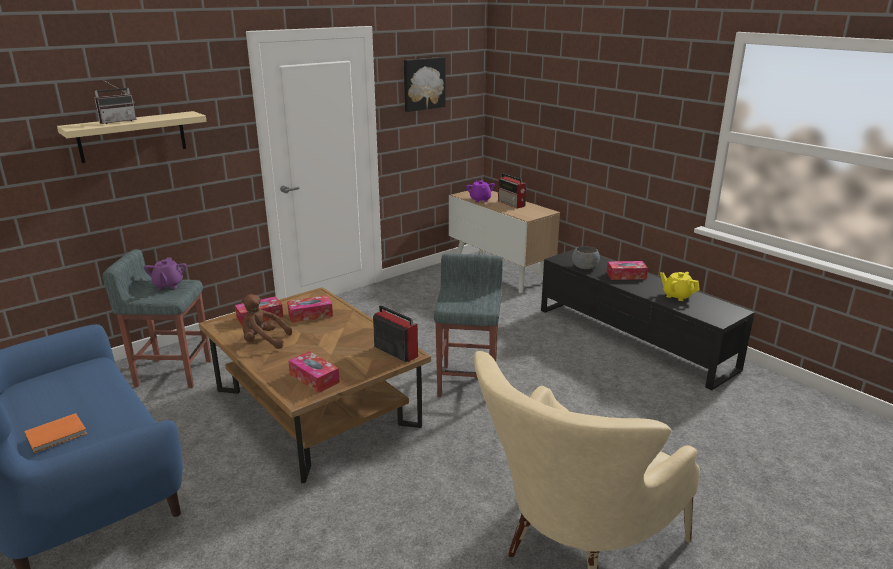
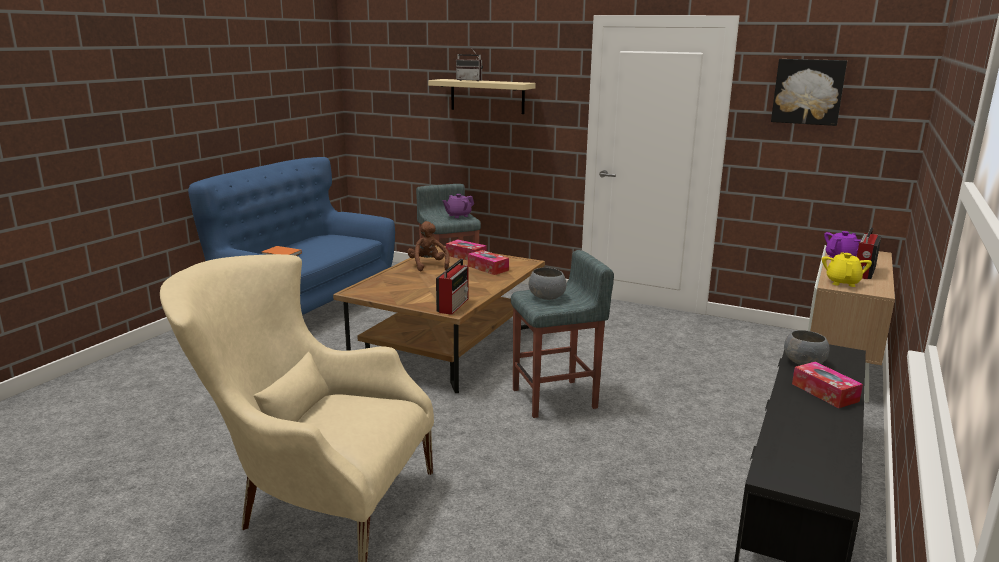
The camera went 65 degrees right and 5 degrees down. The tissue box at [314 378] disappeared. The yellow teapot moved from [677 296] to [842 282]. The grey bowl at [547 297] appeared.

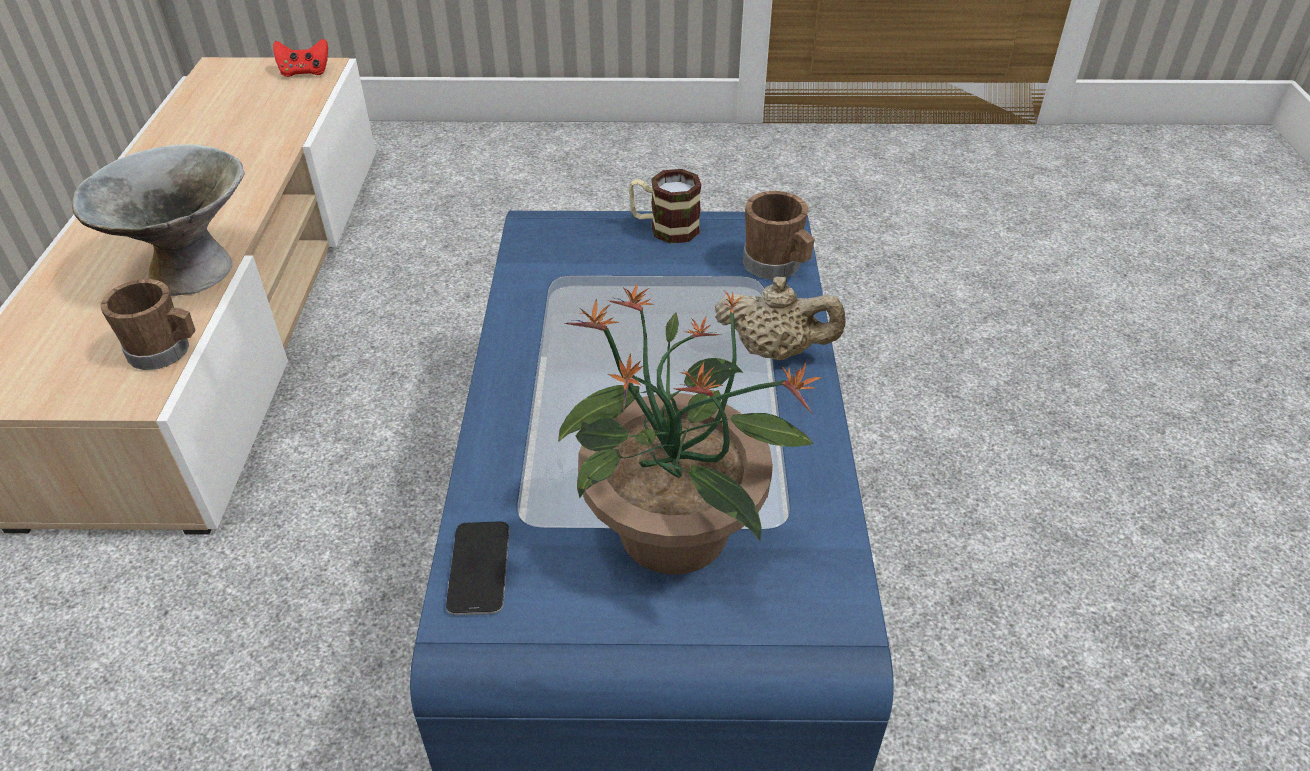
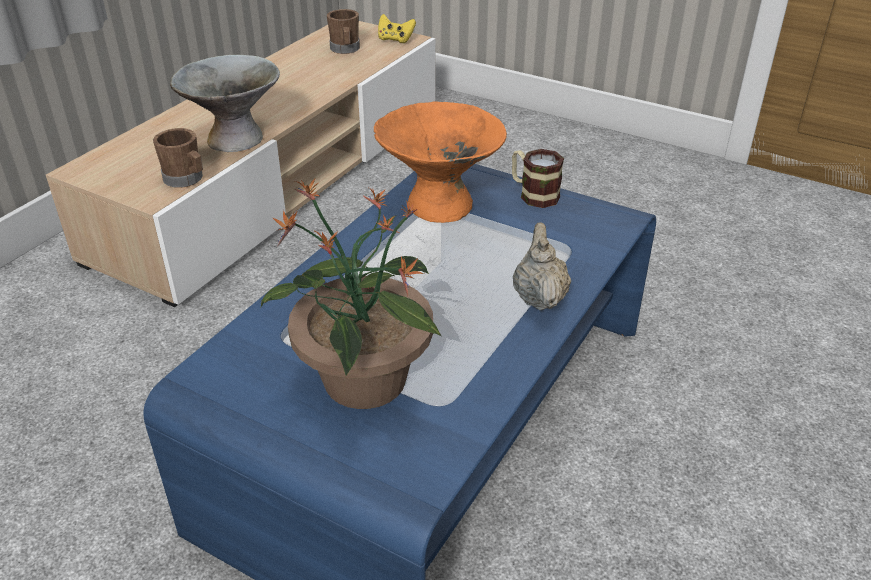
The camera went 30 degrees right and 5 degrees down. The red game controller at [305 72] became the yellow game controller at [395 39]. The phone at [479 569] disappeared. The beige teapot at [775 351] turned 135 degrees counterclockwise. The brown mug moved from [776 267] to [345 50]. The orange bowl at [439 205] appeared.

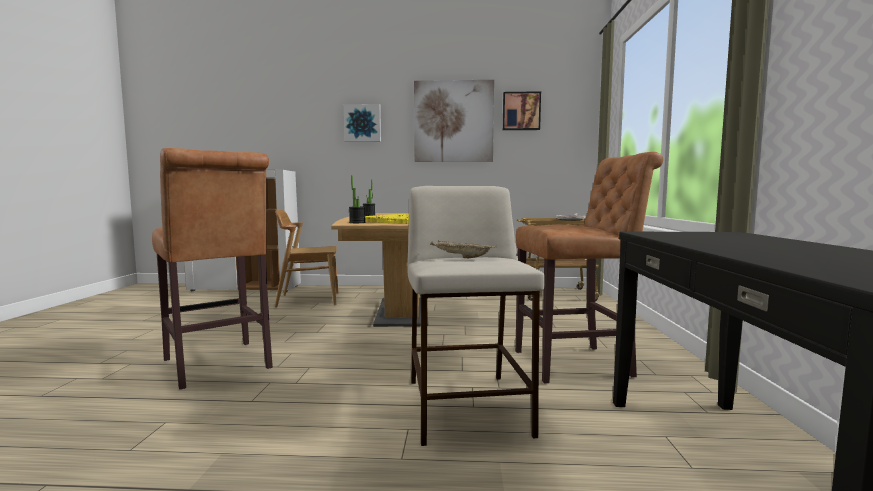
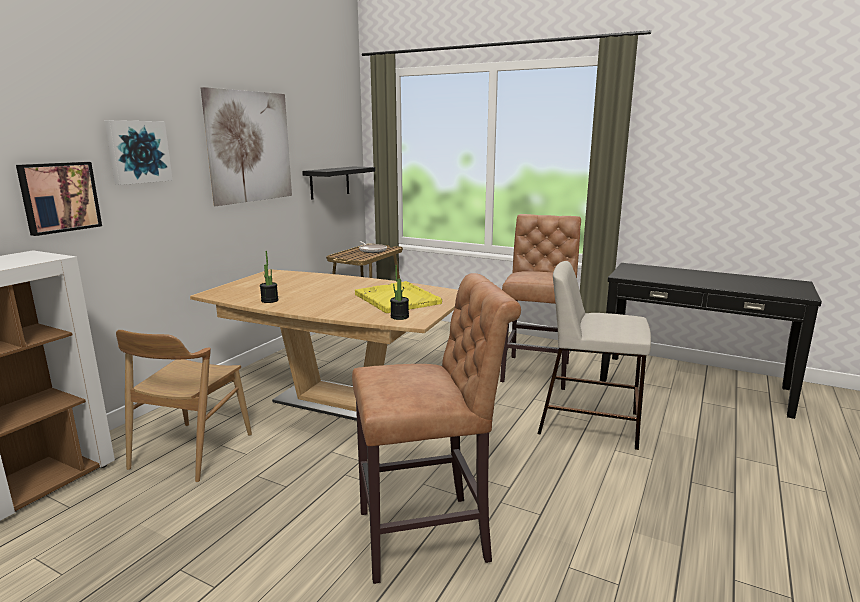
The camera went 65 degrees left and 10 degrees up. The beige tray at [461 257] disappeared. The picture moved from [521 111] to [59 197]. The black shelf at [329 182] appeared.

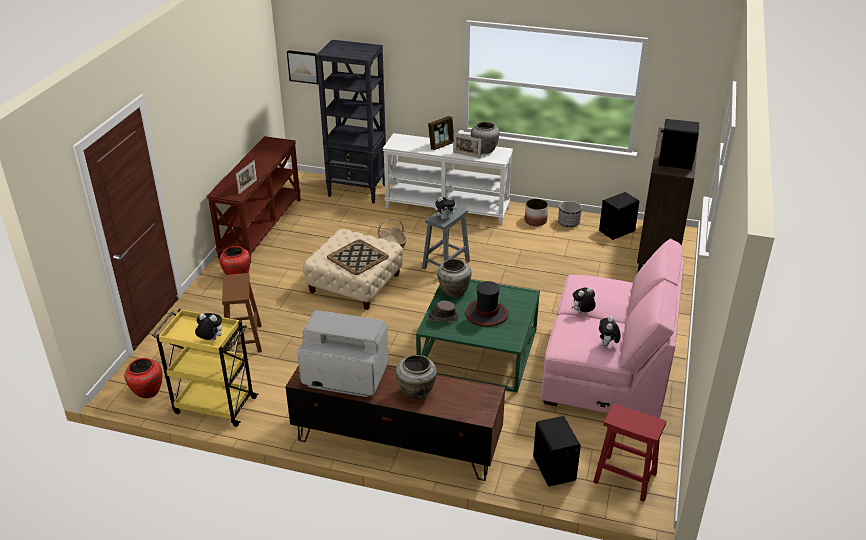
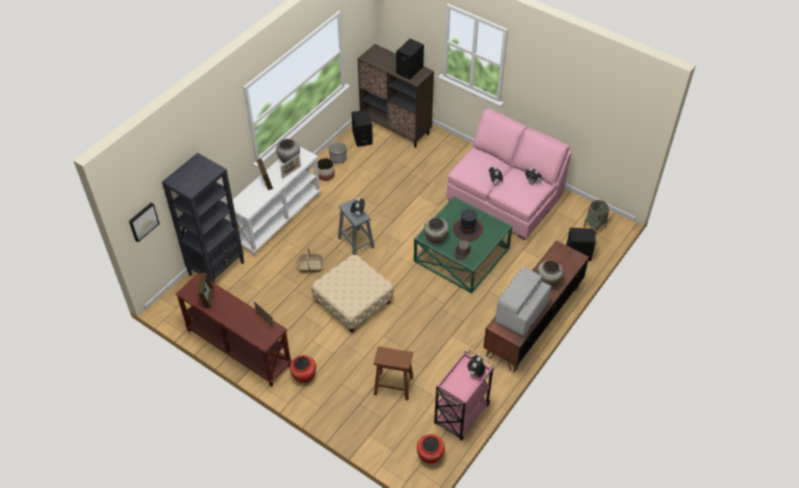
The camera went 70 degrees left and 15 degrees up. The yellow cart at [213 405] became the pink cart at [461 416]. The tray at [358 257] disappeared. The red stool at [626 478] was replaced by the basket at [594 226]. The picture frame at [208 298] appeared.

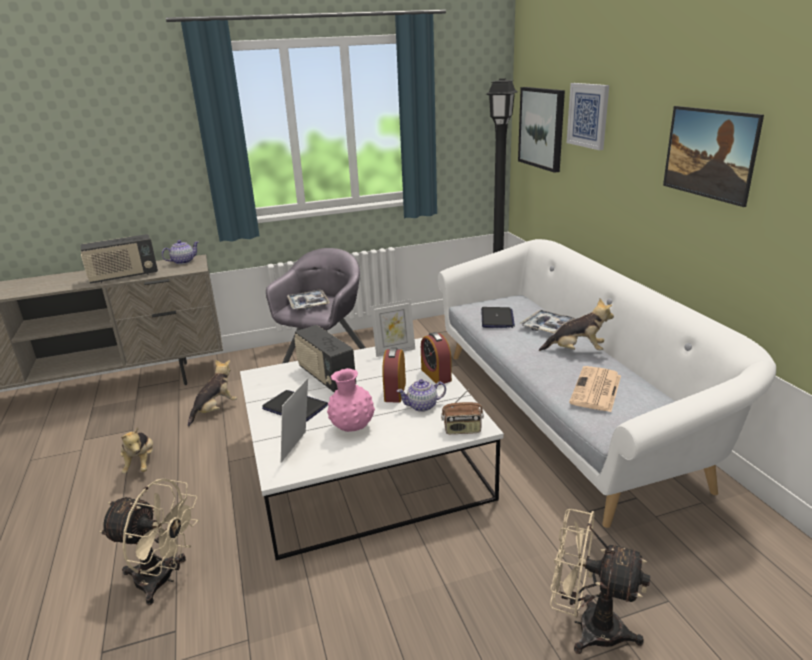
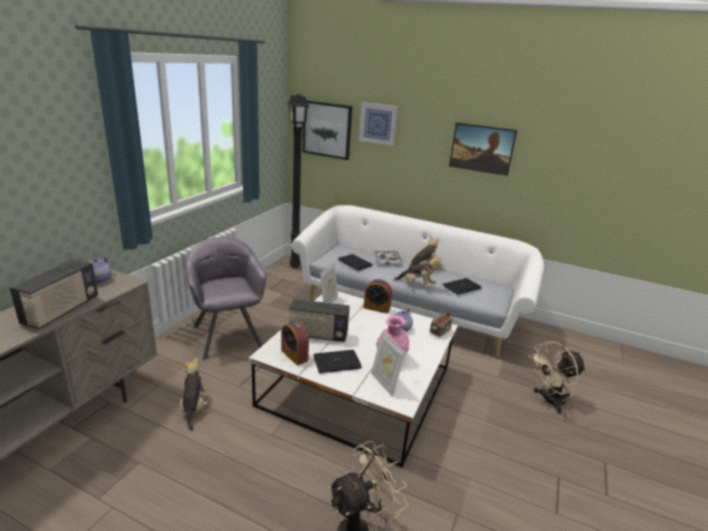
The camera went 50 degrees left and 0 degrees up. The plush toy moved from [141 464] to [417 285]. The tray at [308 304] disappeared. The alarm clock moved from [395 392] to [294 355]. The newspaper at [596 390] was replaced by the laptop at [461 287].

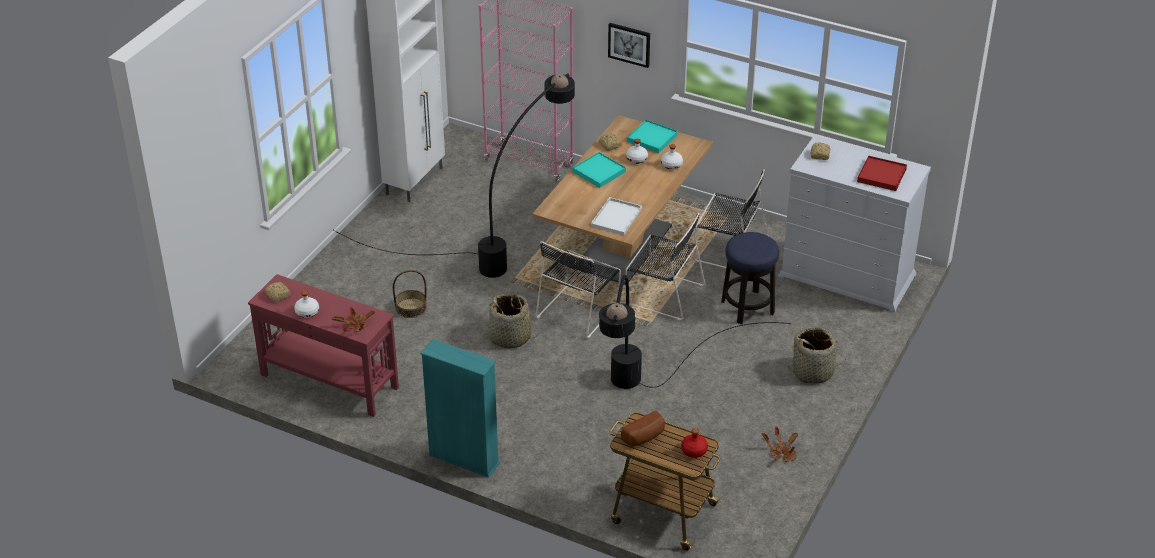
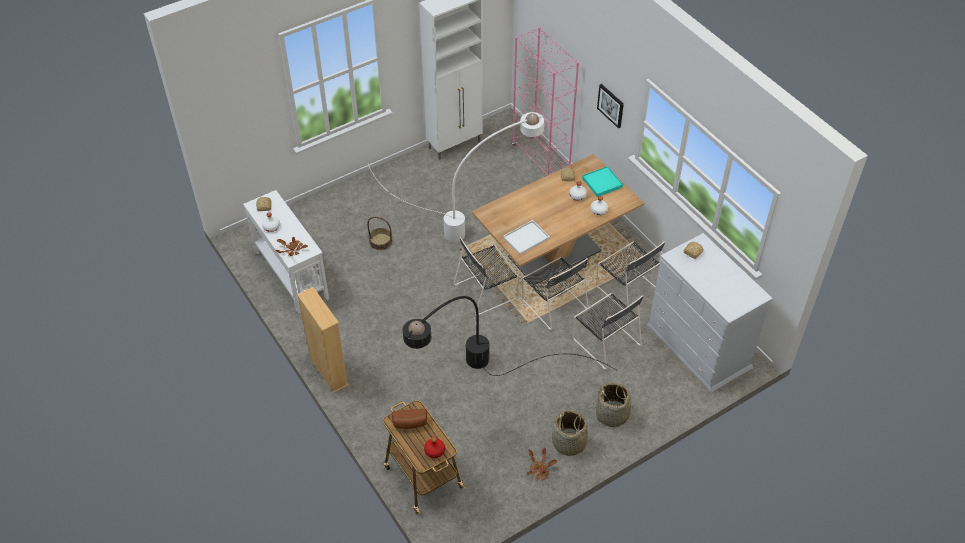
The camera went 30 degrees right and 10 degrees up. The red console table at [329 380] became the white console table at [291 274]. The black floor lamp at [502 246] became the white floor lamp at [474 219]. The turquoise bookcase at [463 459] became the beige bookcase at [328 371]. The basket moved from [511 337] to [569 443]. The turquoise tray at [599 172] disappeared. The stool at [747 307] was replaced by the black chair at [605 341]. The red tray at [881 175] disappeared.

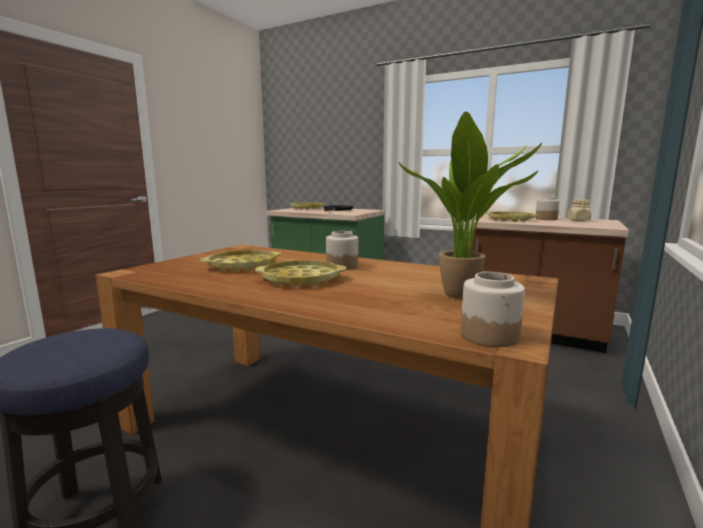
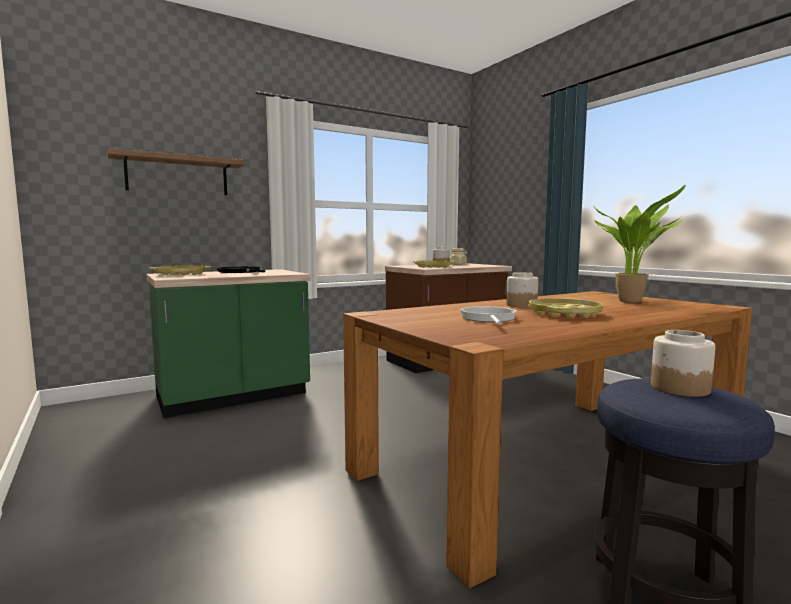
The camera went 60 degrees left and 5 degrees down. The yellow tray at [242 266] was replaced by the frying pan at [488 319]. The jar moved from [490 335] to [679 388]. The shelf at [177 175] appeared.

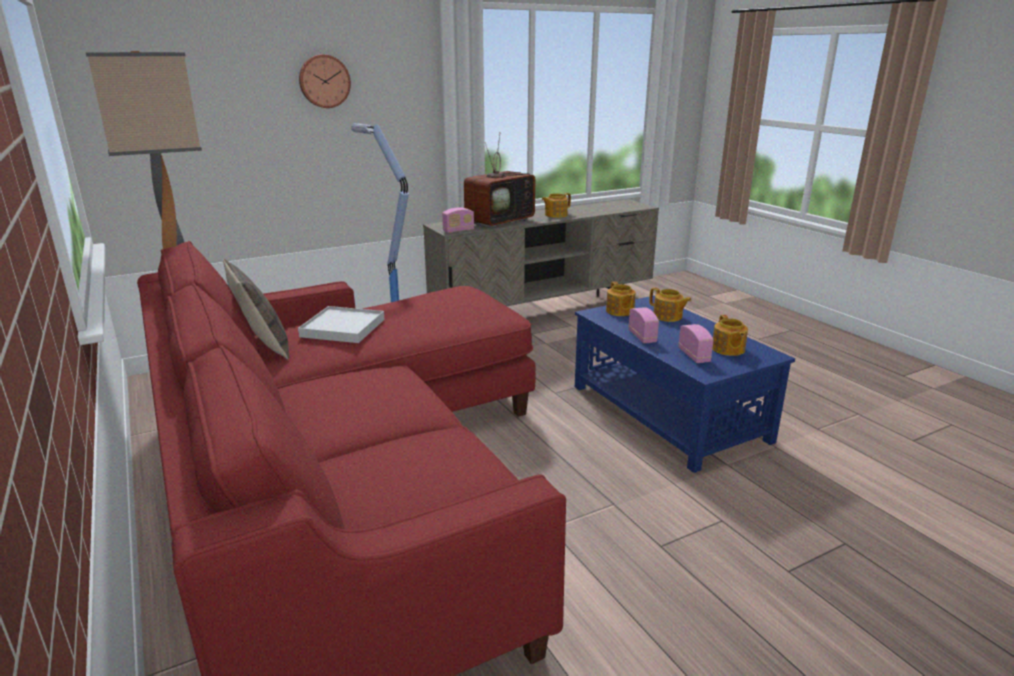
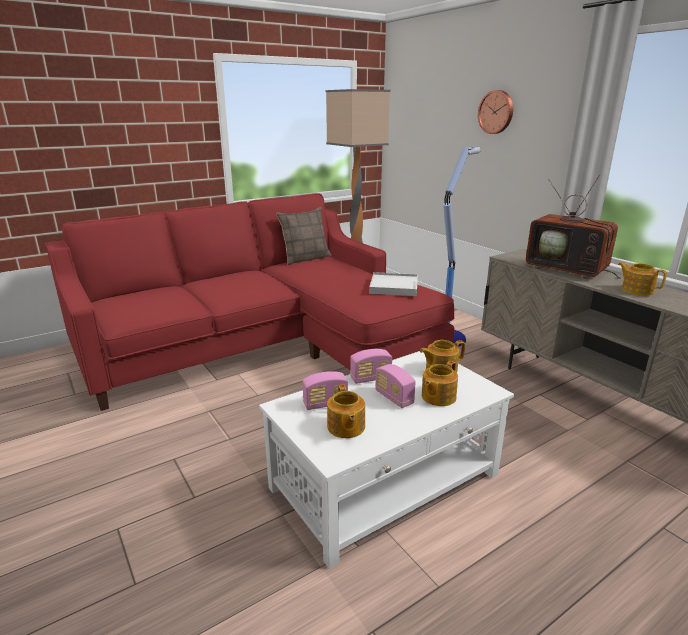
The camera went 85 degrees right and 0 degrees up. The white tray moved from [343 328] to [393 287]. The radio moved from [458 231] to [394 398]. The blue coffee table at [667 412] became the white coffee table at [386 481]. The teapot at [727 349] turned 90 degrees counterclockwise.

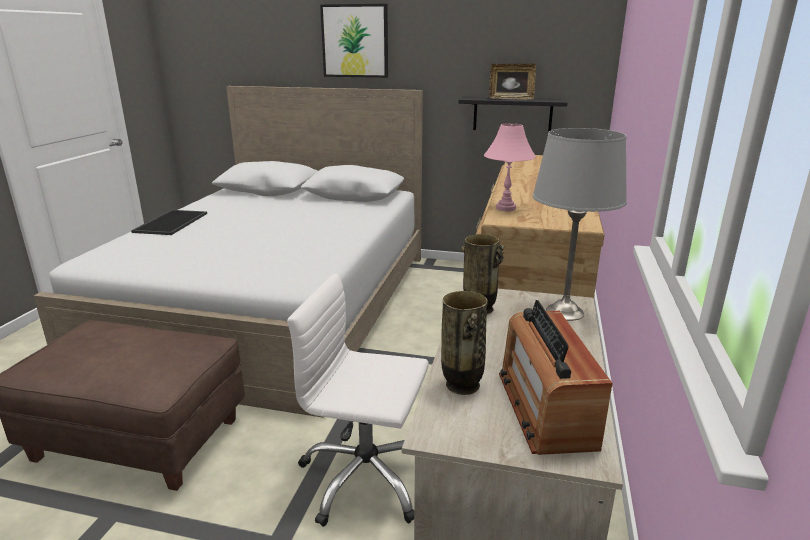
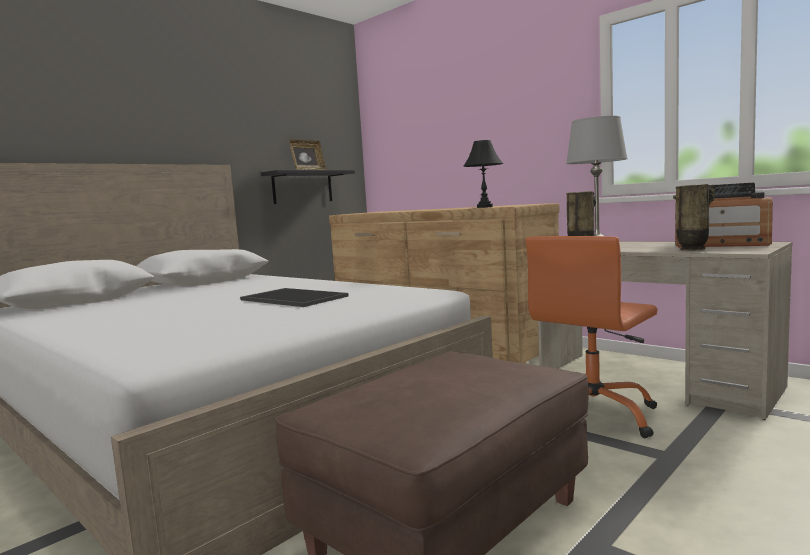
The camera went 60 degrees left and 15 degrees down. The tray moved from [170 222] to [291 298]. The white office chair at [366 478] became the orange office chair at [593 415]. The picture at [355 41] disappeared. The pink table lamp at [505 208] became the black table lamp at [484 207].

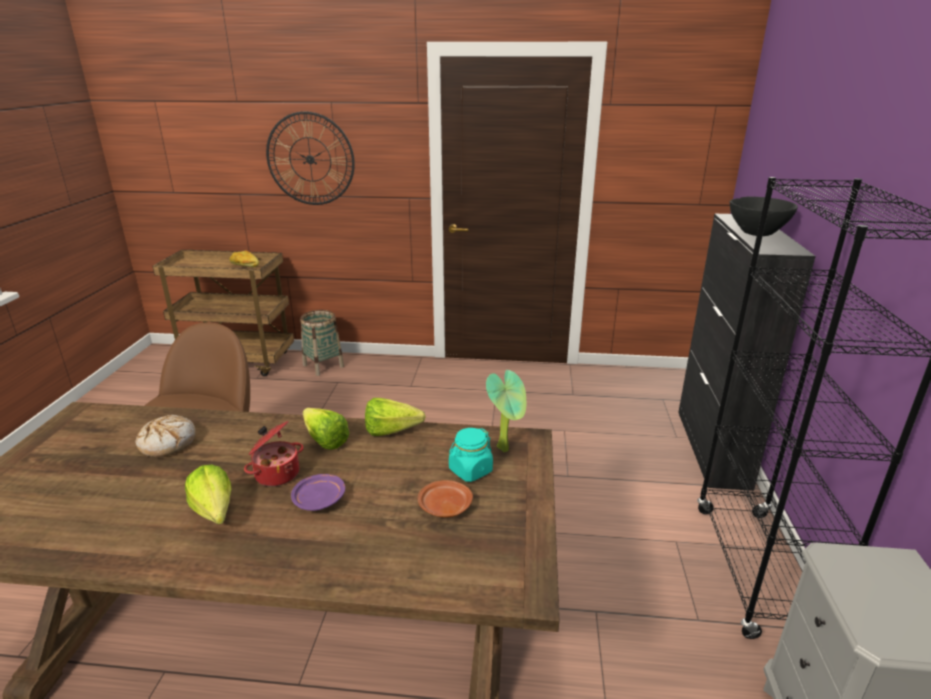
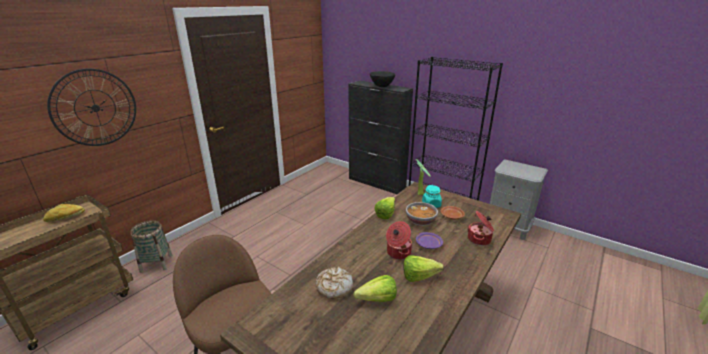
The camera went 60 degrees left and 0 degrees up. The lettuce moved from [323 438] to [374 300]. The bowl at [420 221] appeared. The cooking pot at [480 239] appeared.

